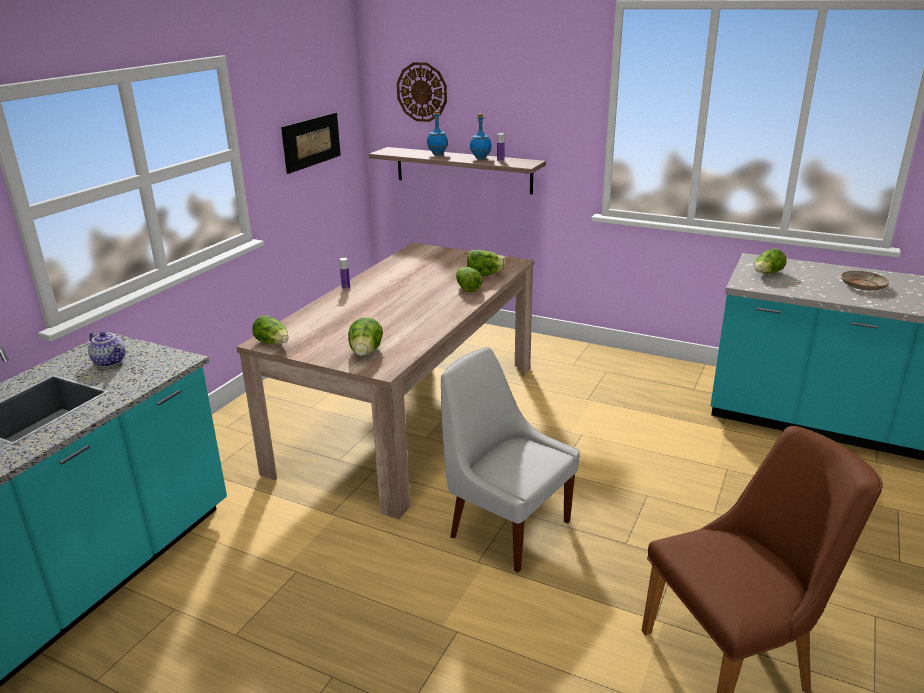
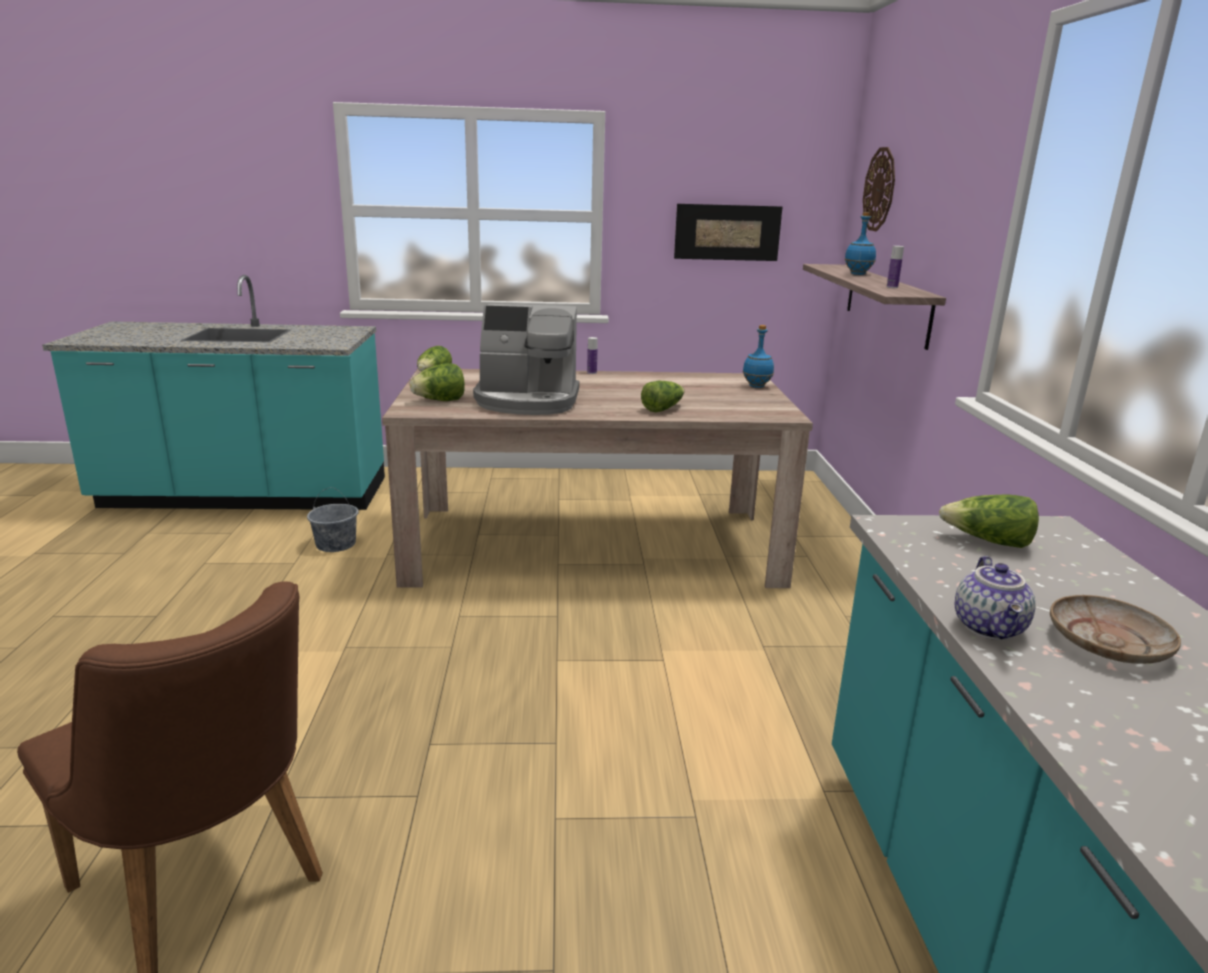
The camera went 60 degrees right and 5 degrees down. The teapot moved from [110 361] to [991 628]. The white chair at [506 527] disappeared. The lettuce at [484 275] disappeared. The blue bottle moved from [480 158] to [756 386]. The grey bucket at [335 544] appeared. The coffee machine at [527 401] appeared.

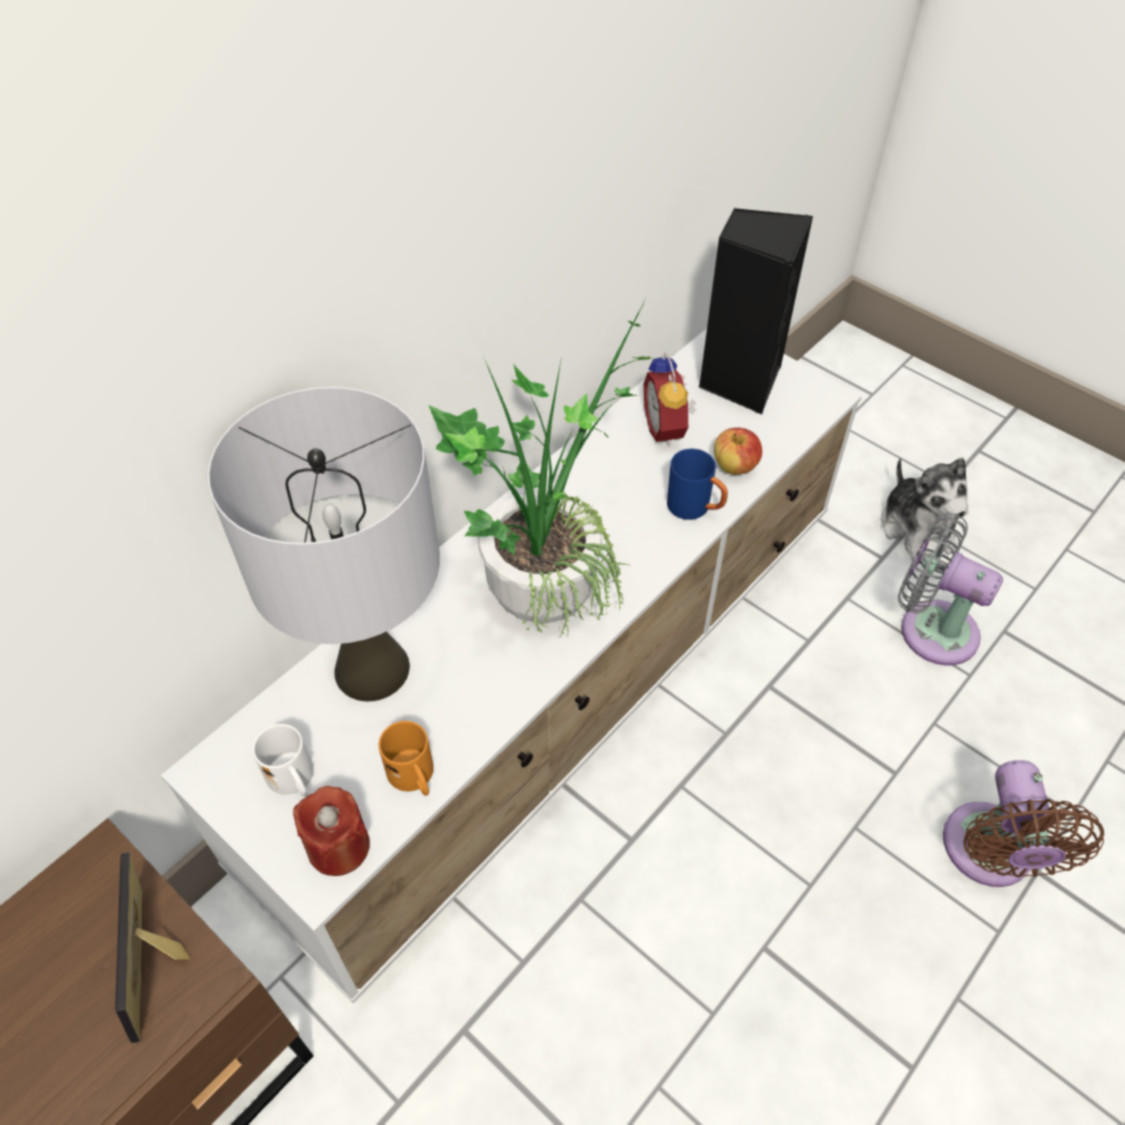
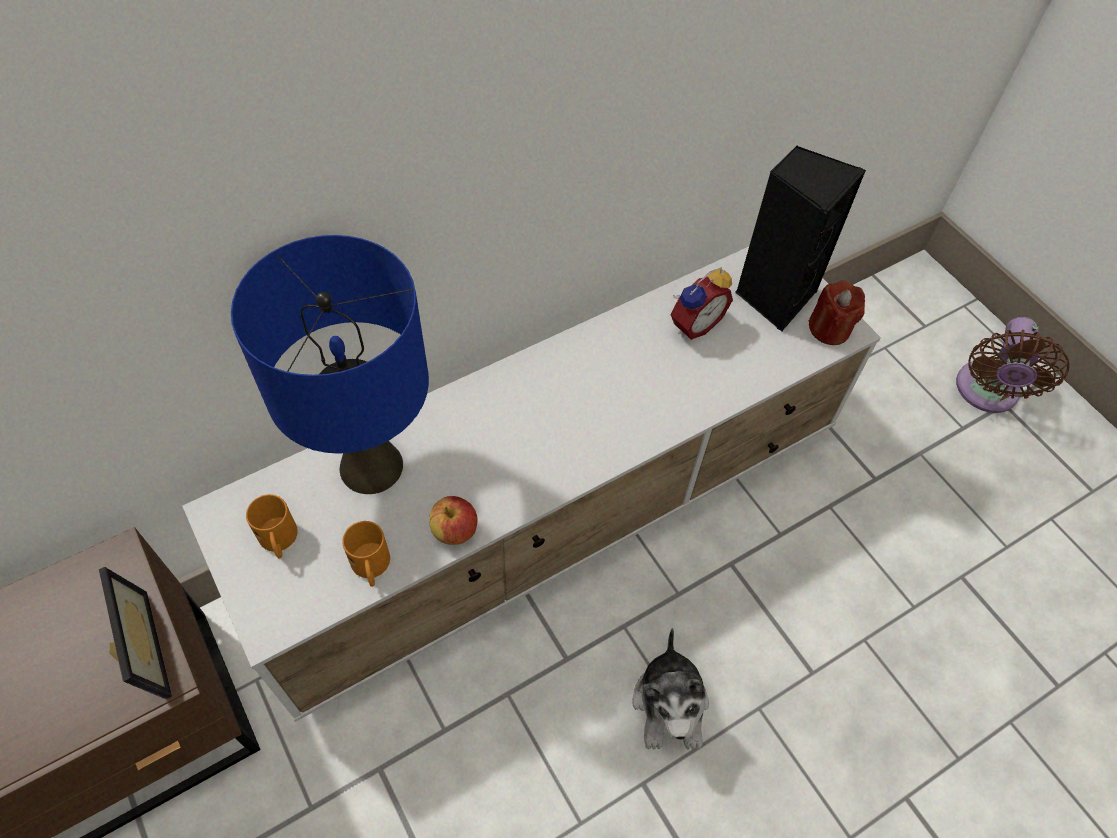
The camera went 15 degrees right and 5 degrees up. The picture frame at [162 959] turned 150 degrees clockwise. The grey table lamp at [372 668] became the blue table lamp at [372 466]. The white mug at [295 780] became the orange mug at [279 541]. The red candle moved from [338 846] to [829 329]. The potted plant at [547 579] disappeared. The alarm clock at [668 429] turned 135 degrees counterclockwise. The blue mug at [695 508] disappeared. The apple moved from [734 467] to [455 531]. The plush toy moved from [917 529] to [670 705]. The grey fan at [930 628] disappeared. The brown fan moved from [989 855] to [986 393].

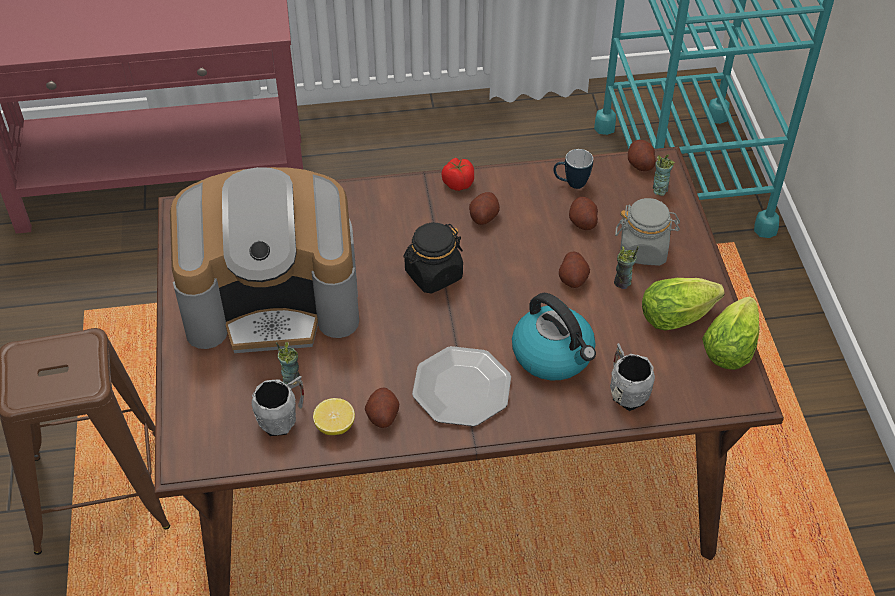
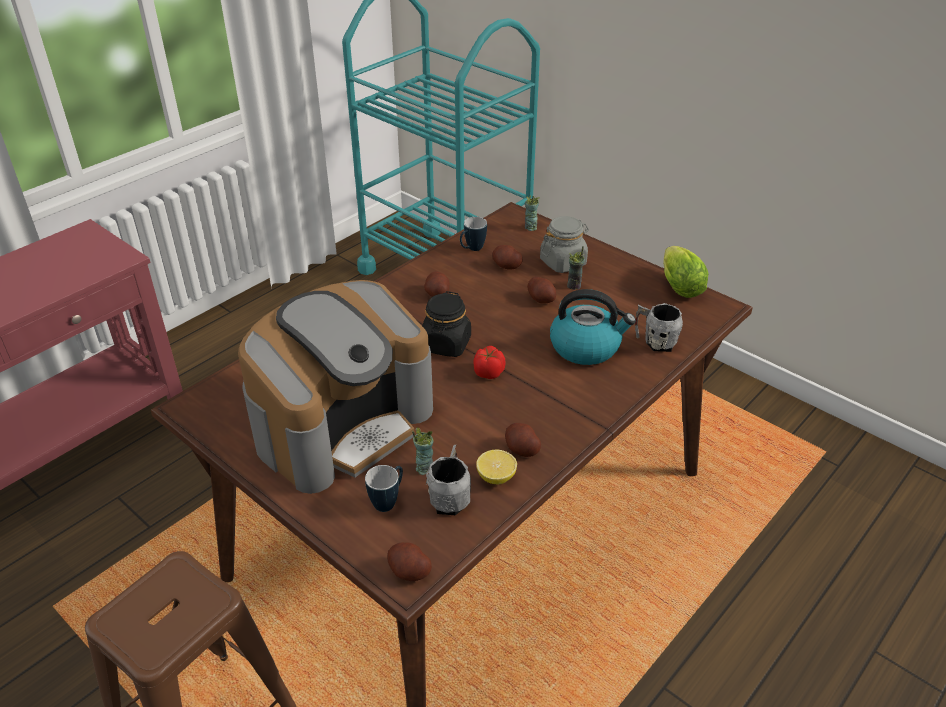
The camera went 40 degrees left and 10 degrees down. The plate at [461 388] disappeared. The tomato moved from [457 183] to [488 373]. The potato moved from [640 164] to [409 571]. The lettuce at [680 316] disappeared. The mug at [388 501] appeared.

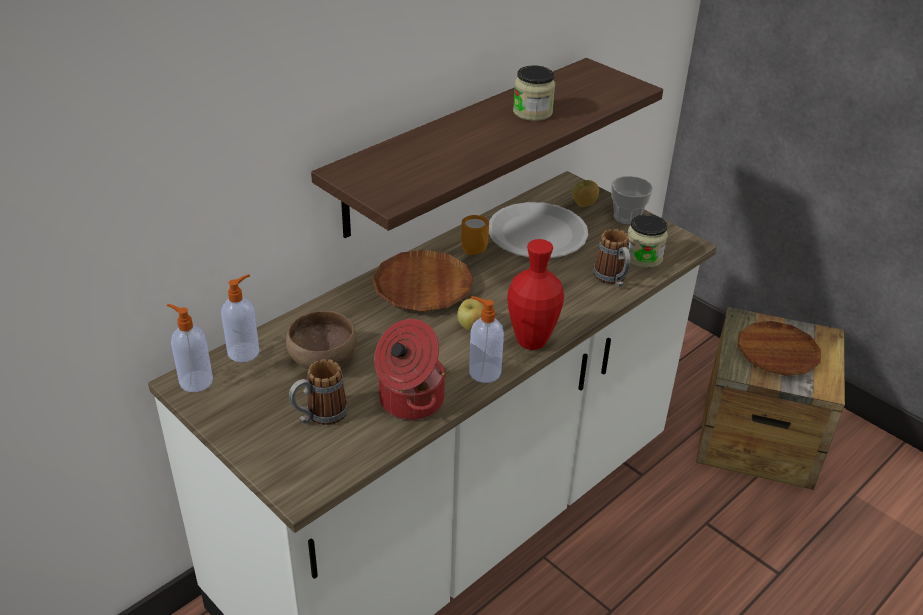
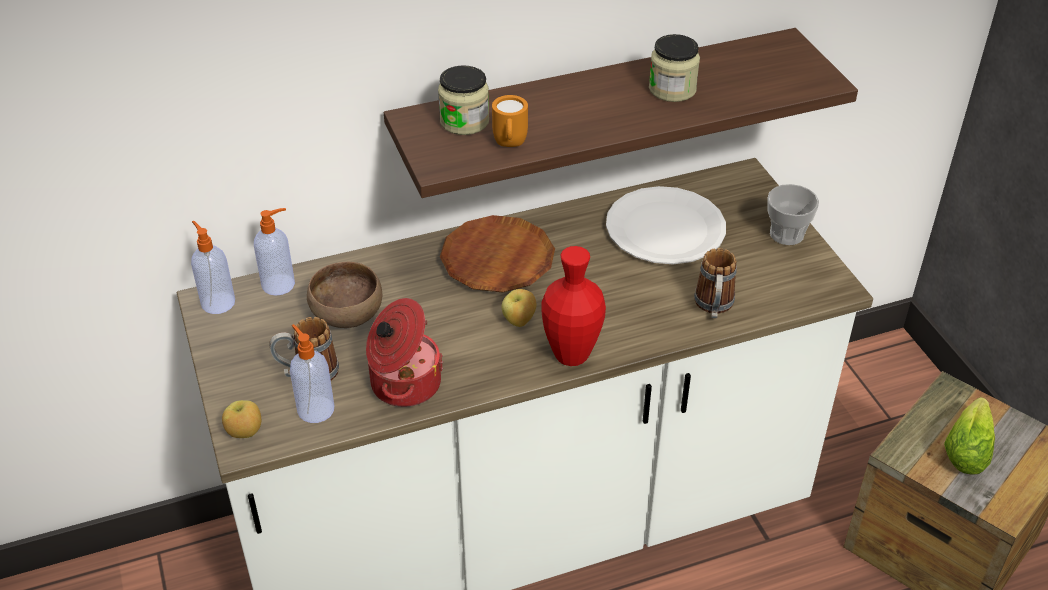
The camera went 25 degrees right and 5 degrees up. The orange mug moved from [475 253] to [510 145]. The soap dispenser moved from [483 372] to [315 409]. The apple moved from [584 205] to [244 433]. The jar moved from [643 257] to [464 121]. The brown plate at [777 353] was replaced by the lettuce at [968 447].

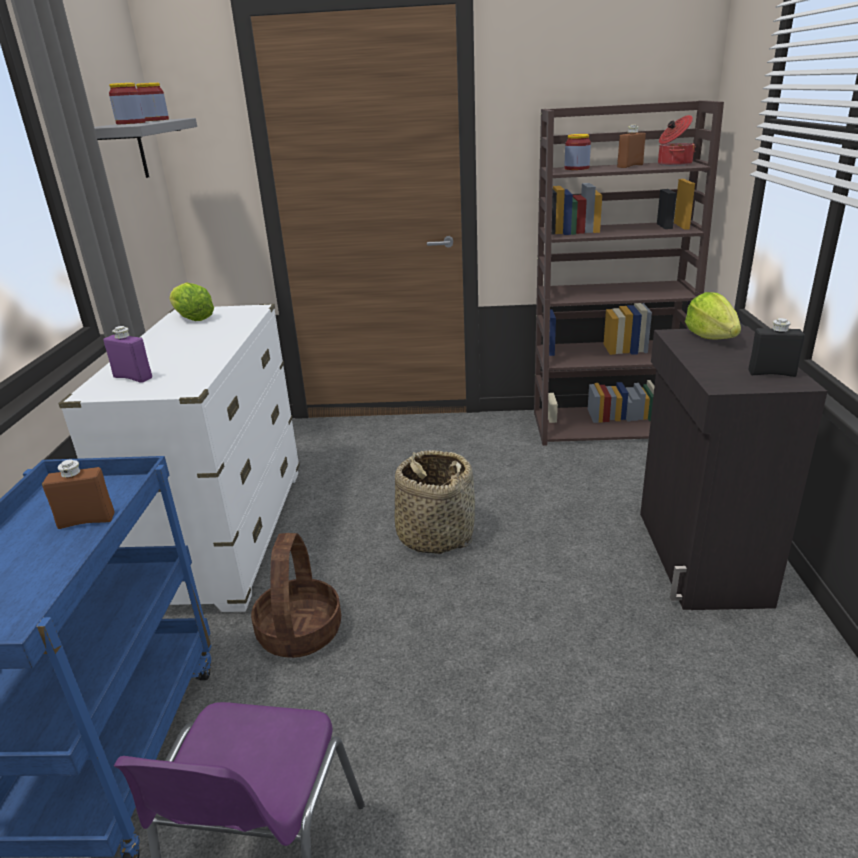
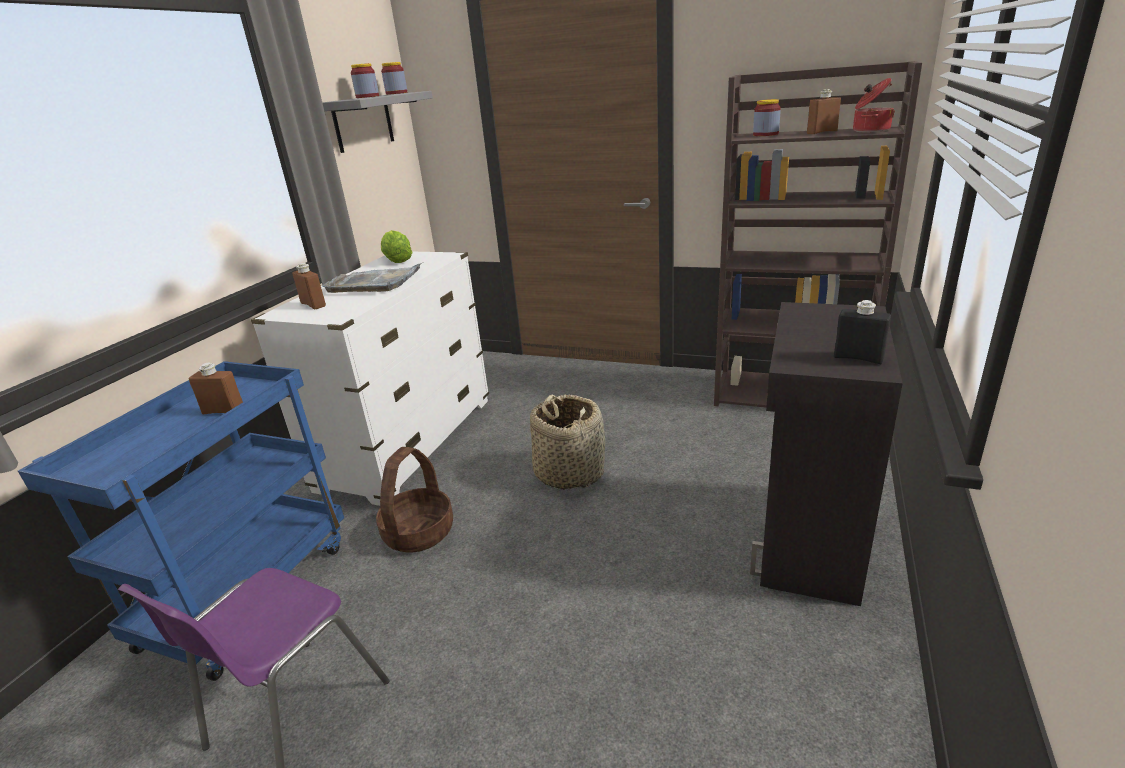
The camera went 20 degrees right and 0 degrees up. The purple bottle at [133 377] became the brown bottle at [313 305]. The lettuce at [711 337] disappeared. The grey tray at [375 282] appeared.

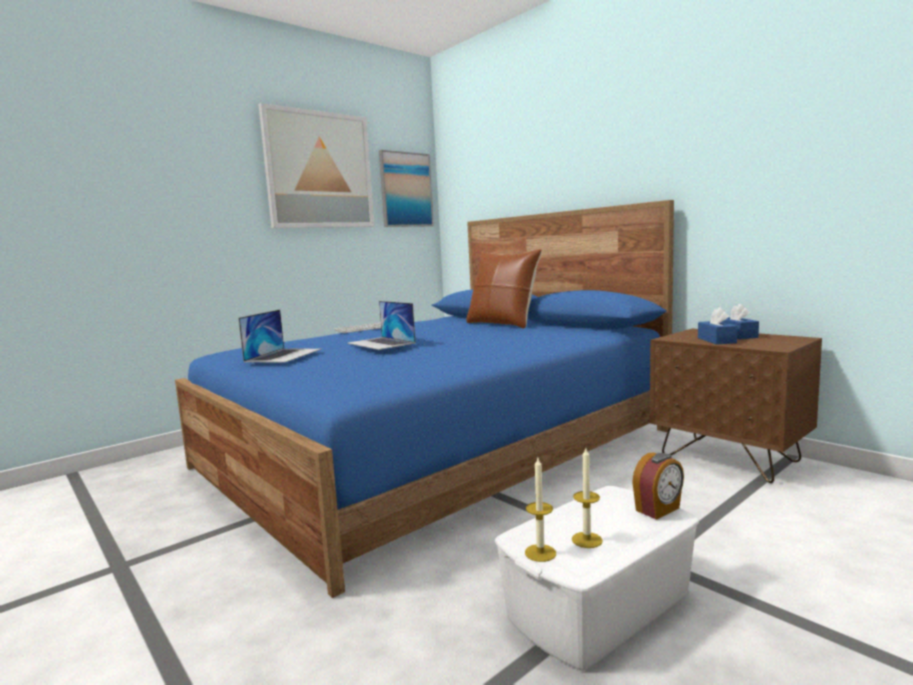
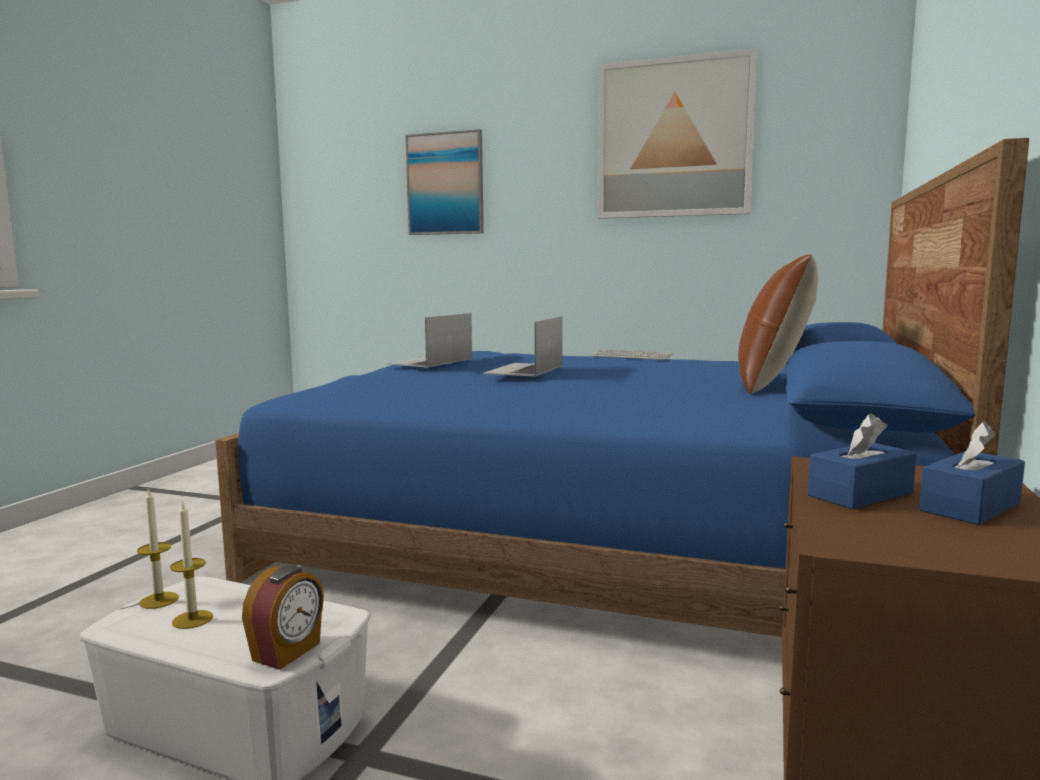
The camera went 60 degrees right and 0 degrees up. The laptop at [284 355] turned 135 degrees clockwise. The picture moved from [406 190] to [445 184]. The alarm clock at [658 509] turned 90 degrees counterclockwise.

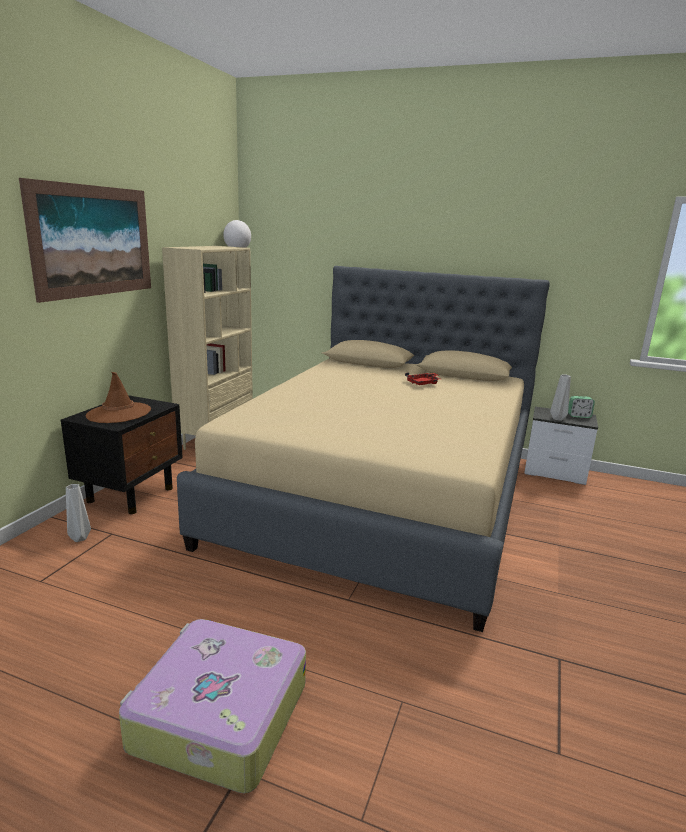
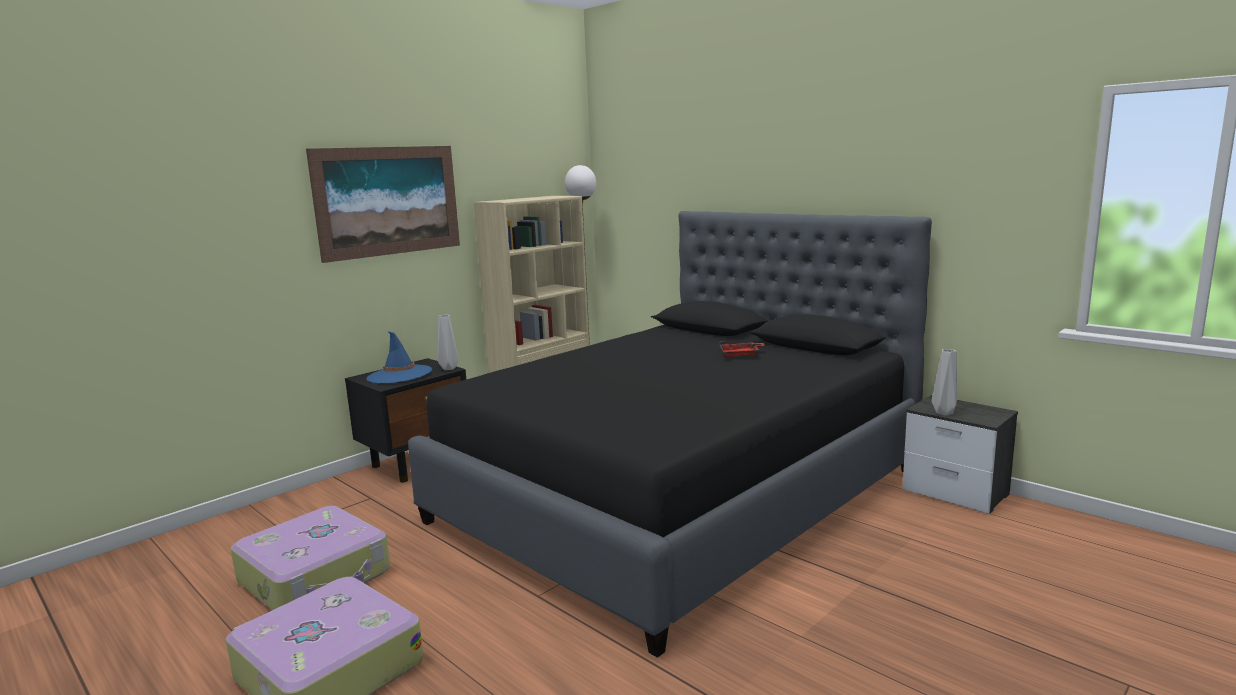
The camera went 25 degrees right and 5 degrees down. The grey vase moved from [79 538] to [448 368]. The brown hat at [118 413] became the blue hat at [399 375]. The beige bed at [383 496] became the black bed at [679 495]. The alarm clock at [579 416] disappeared. The suitcase at [316 576] appeared.

